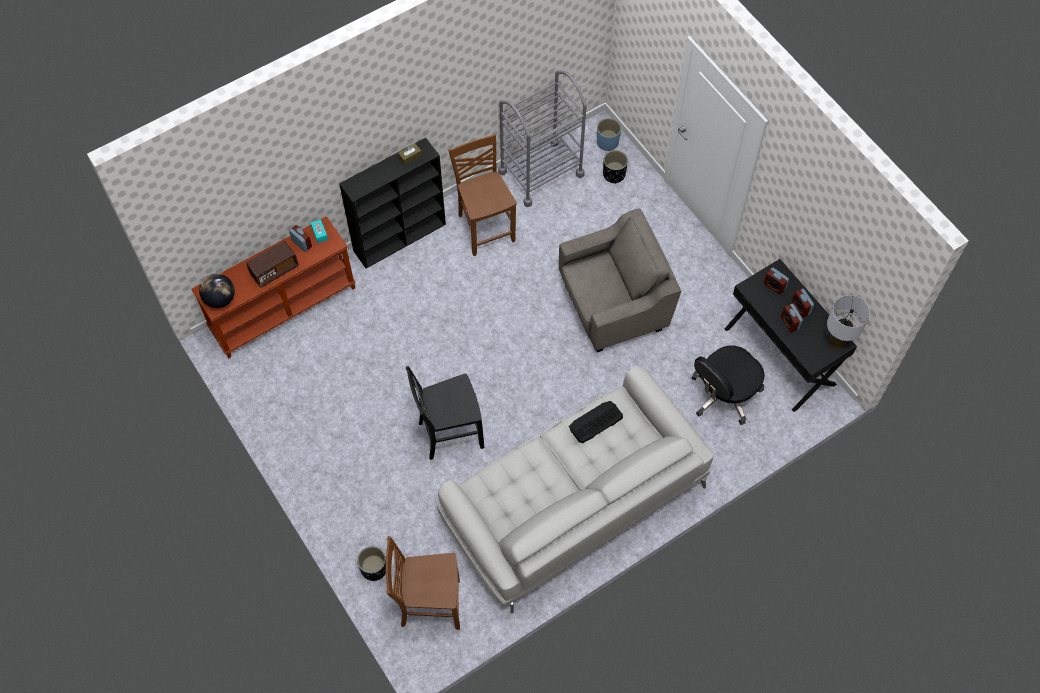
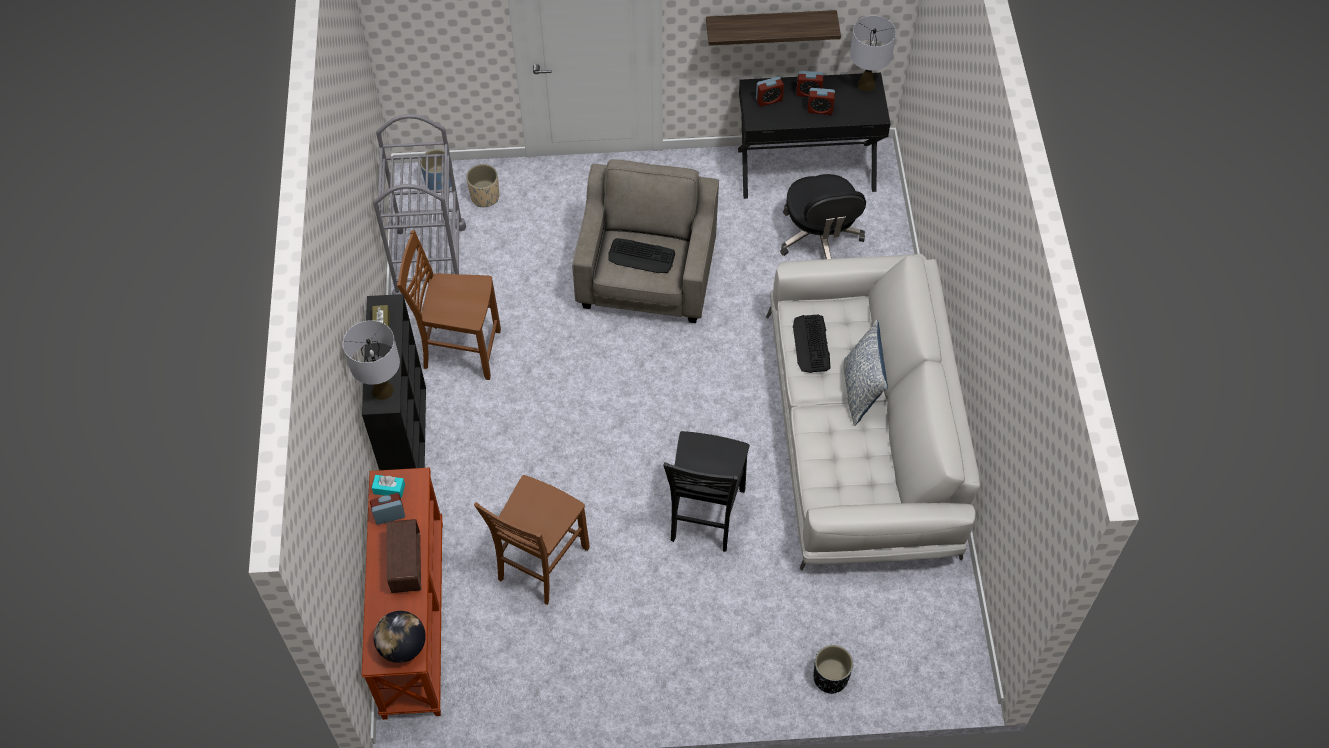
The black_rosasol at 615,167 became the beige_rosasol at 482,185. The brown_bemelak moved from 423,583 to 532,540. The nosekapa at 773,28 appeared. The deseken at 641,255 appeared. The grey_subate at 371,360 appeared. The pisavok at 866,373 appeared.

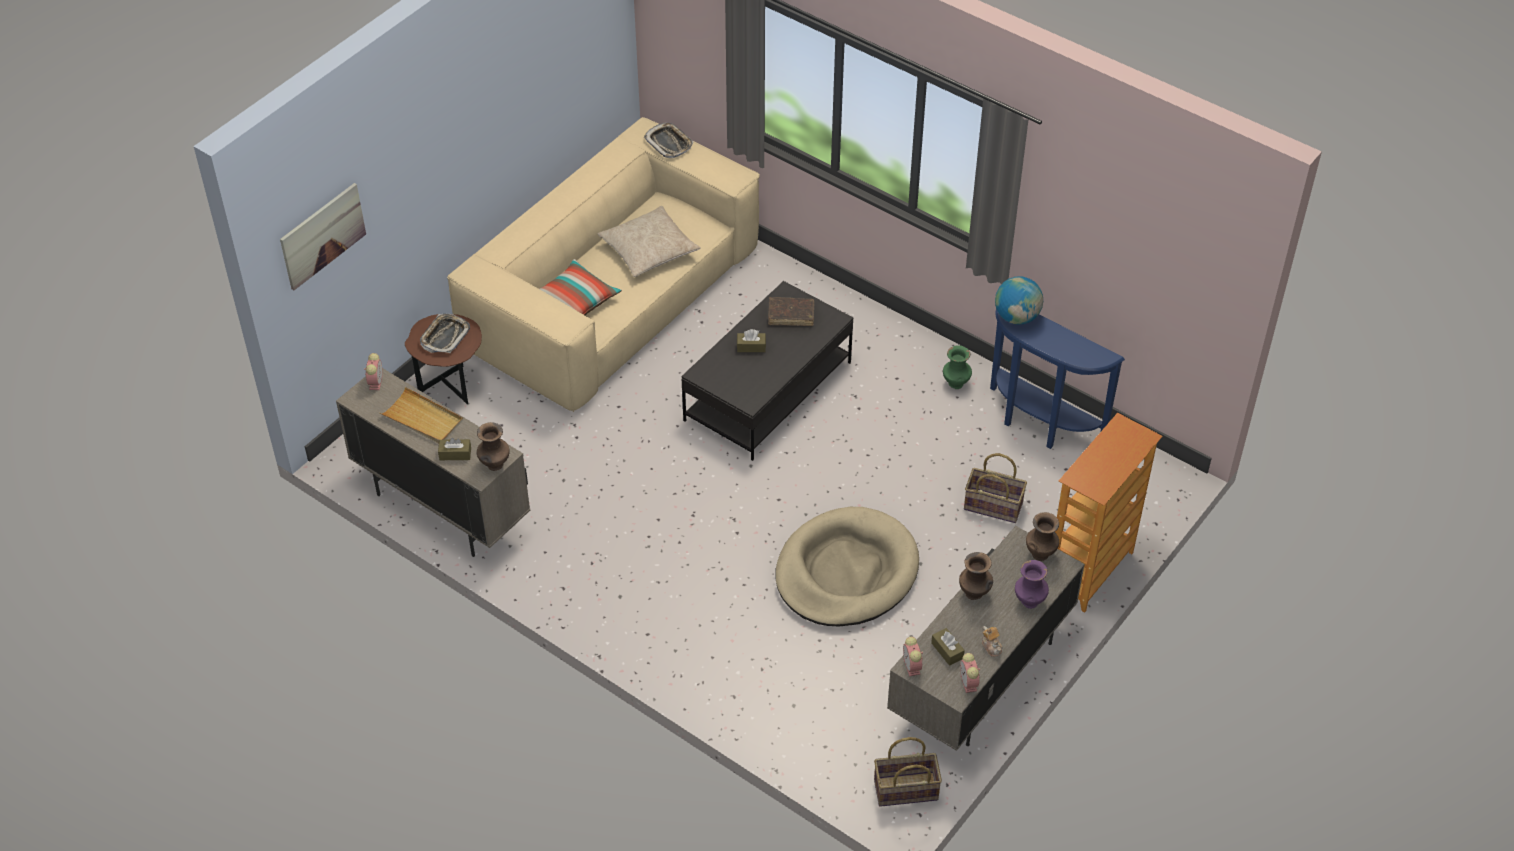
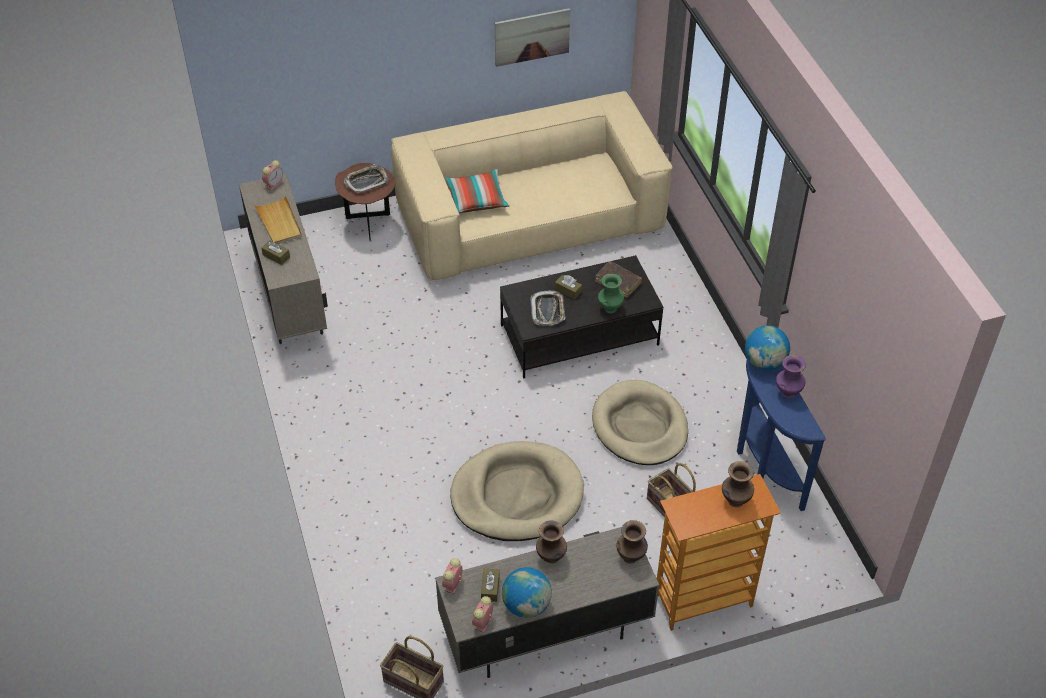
The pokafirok moved from 669,141 to 547,308. The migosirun moved from 323,236 to 532,37. The beige_pisavok at 649,241 disappeared. The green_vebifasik moved from 957,367 to 611,293. The brown_vebifasik moved from 493,446 to 738,484. The purple_vebifasik moved from 1032,584 to 791,376. The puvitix at 992,641 was replaced by the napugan at 527,592. The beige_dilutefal at 640,422 appeared.

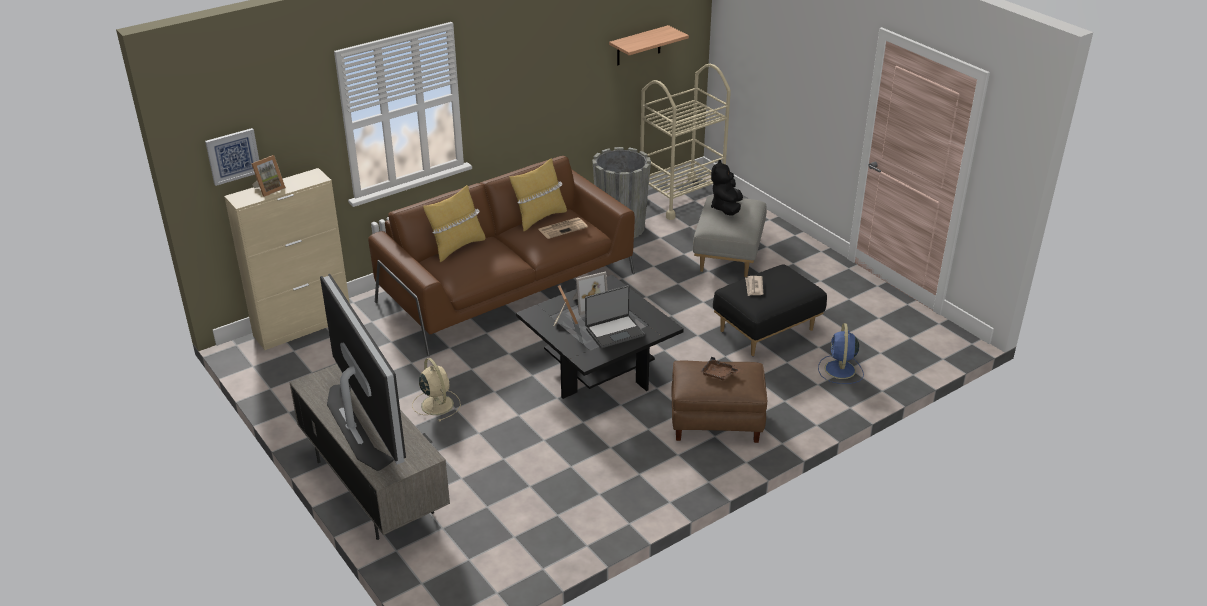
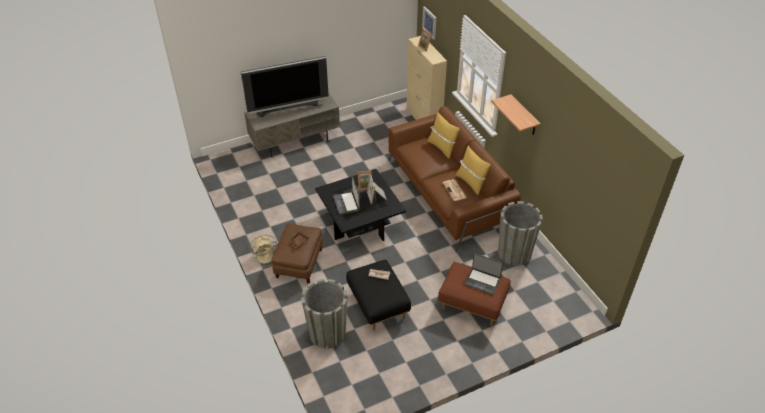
The nosekapa moved from 649,45 to 516,114. The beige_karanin at 685,142 disappeared. The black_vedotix at 727,188 was replaced by the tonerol at 483,274. The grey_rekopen at 730,236 became the brown_rekopen at 474,294. The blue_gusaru at 841,353 was replaced by the grey_rosasol at 324,314. The beige_gusaru moved from 436,390 to 263,250.

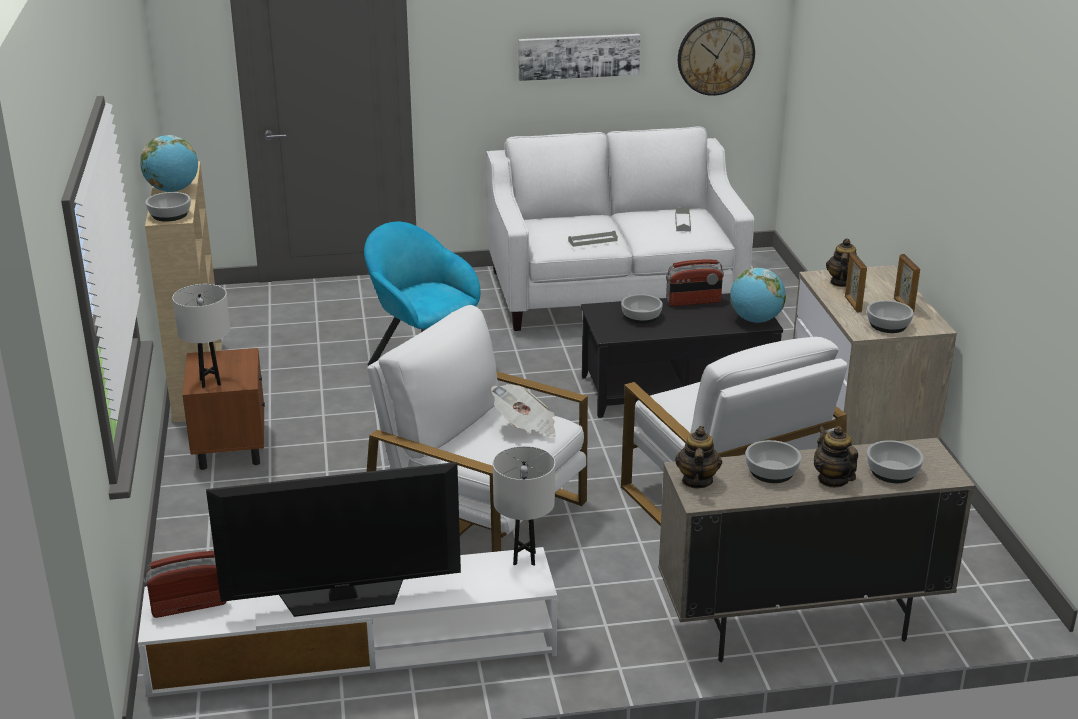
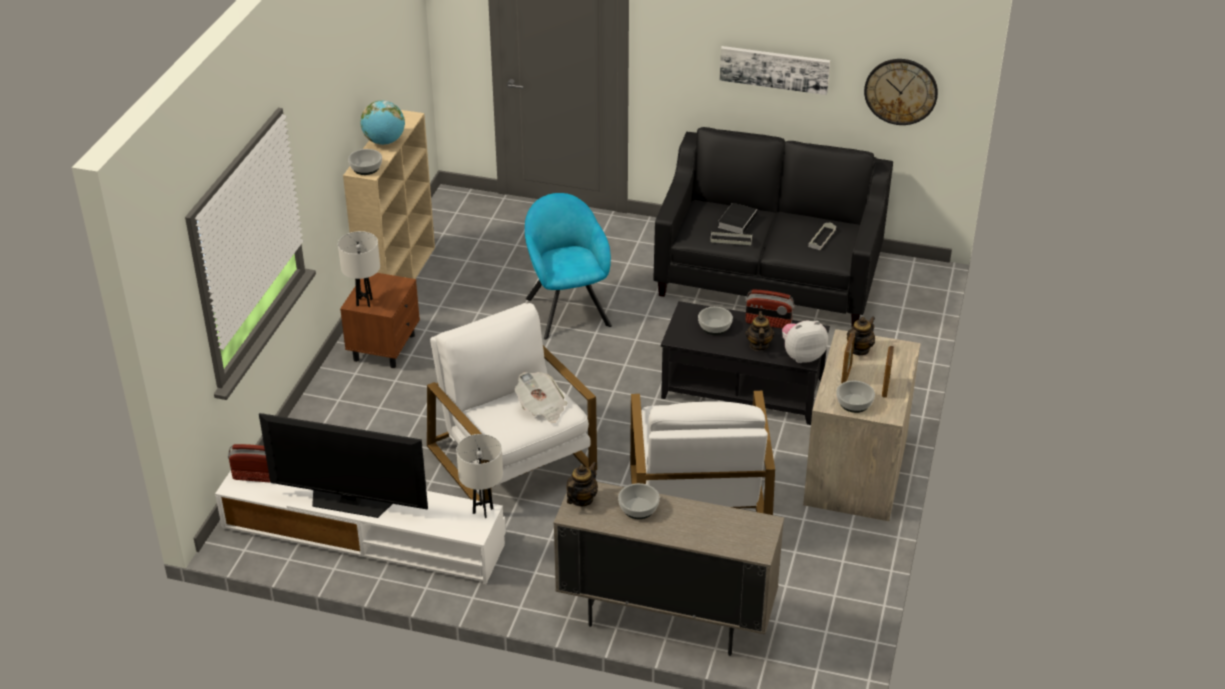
The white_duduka at 620,228 became the black_duduka at 773,227. The napugan at 758,295 was replaced by the vedotix at 805,341. The puvitix moved from 836,457 to 760,331. The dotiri at 895,461 disappeared. The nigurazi at 738,218 appeared.

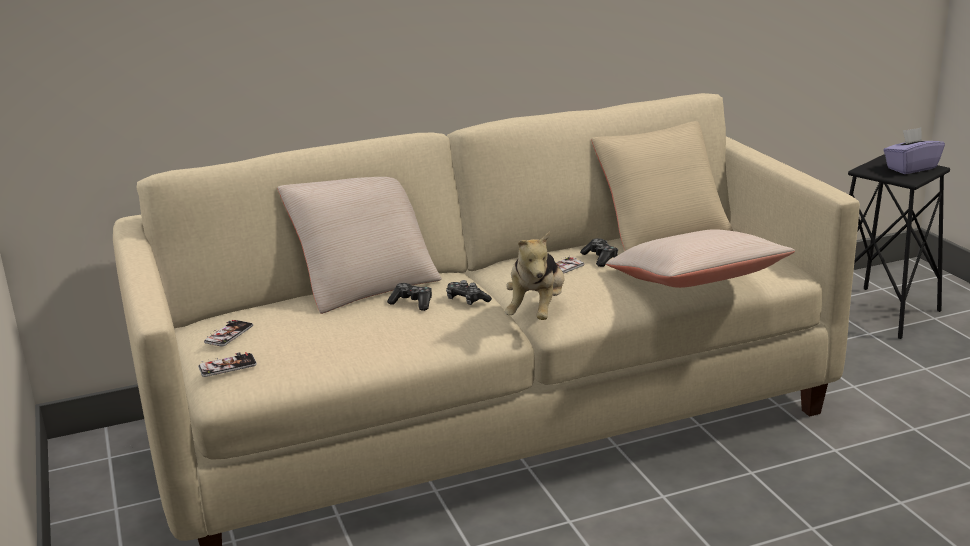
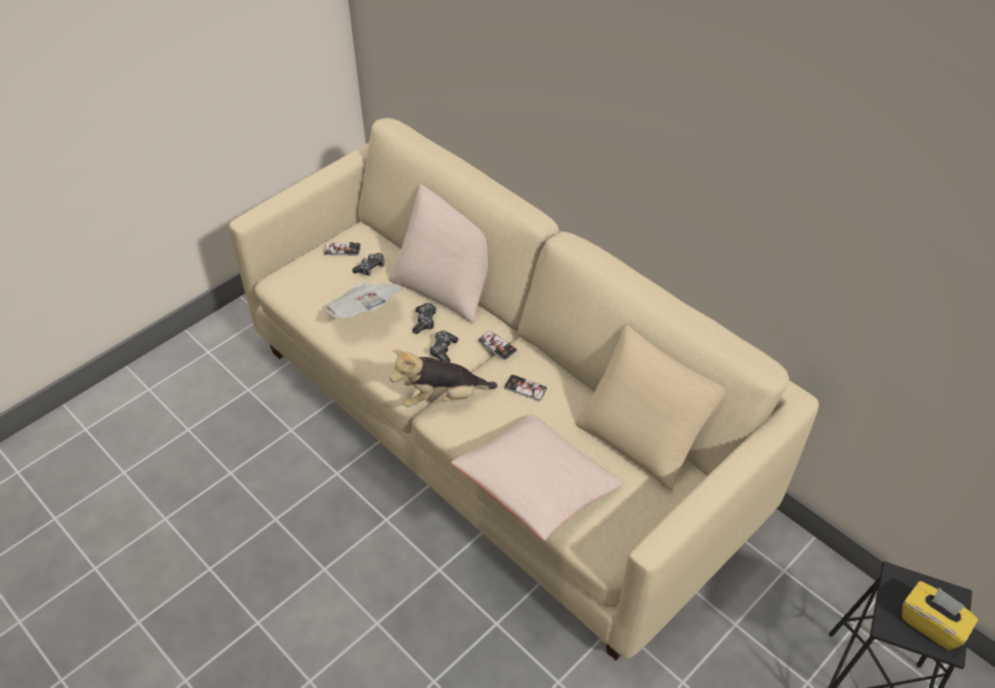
The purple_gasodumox at 914,150 became the yellow_gasodumox at 940,615. The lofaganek moved from 599,252 to 368,264. The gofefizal moved from 227,364 to 497,345. The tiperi at 363,300 appeared.

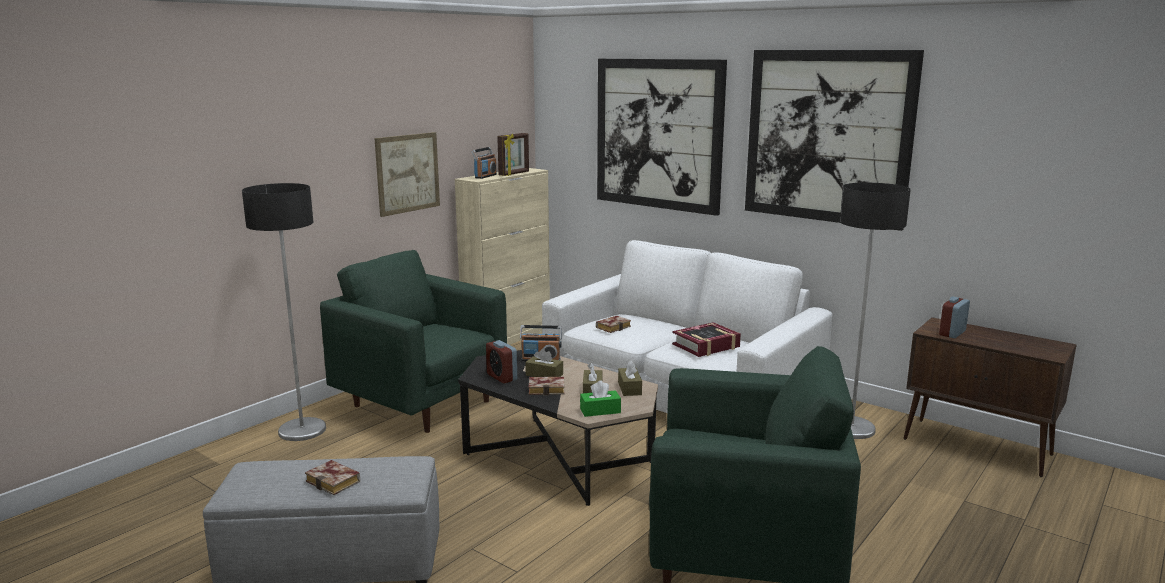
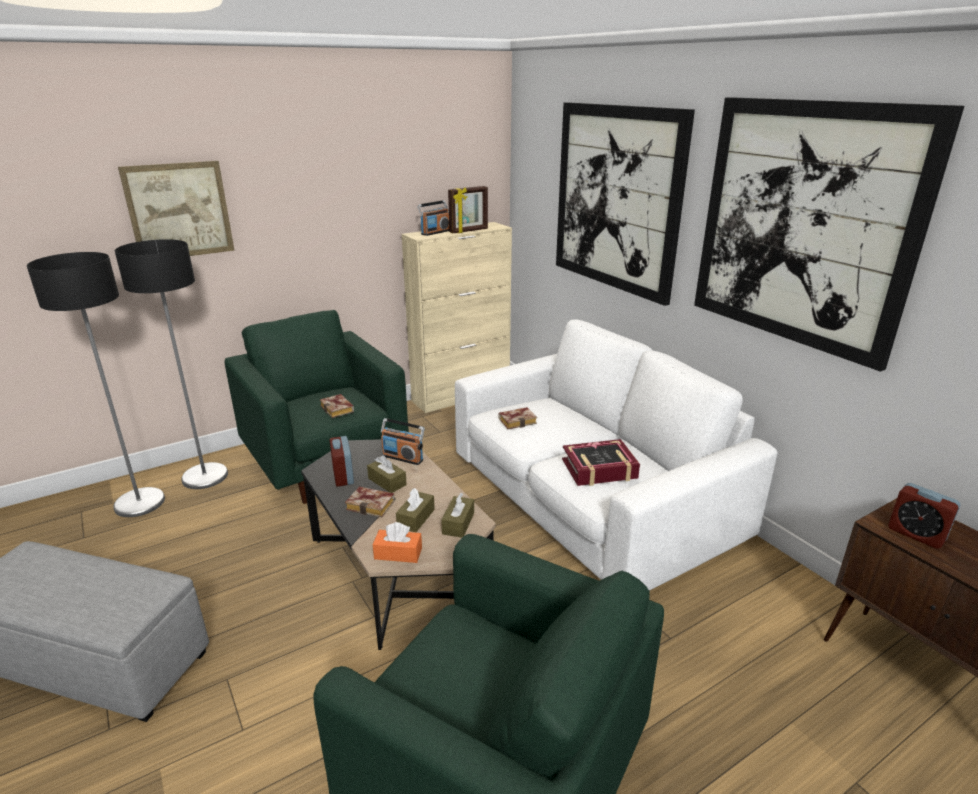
The migosirun moved from 407,174 to 176,208. The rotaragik moved from 875,310 to 96,384. The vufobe at 954,317 turned 105 degrees counterclockwise. The green_gasodumox at 600,399 became the orange_gasodumox at 397,542. The nigurazi moved from 332,477 to 337,406.

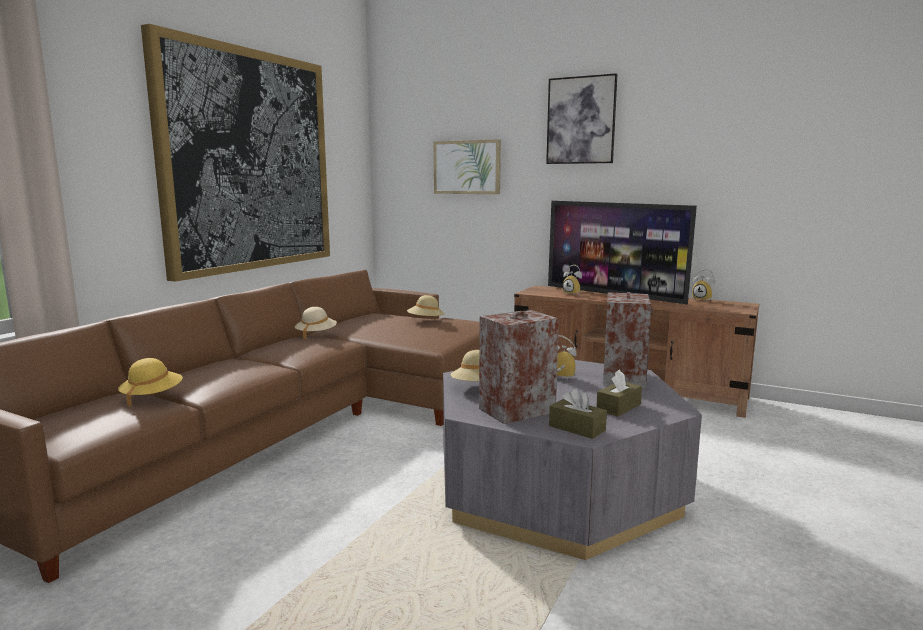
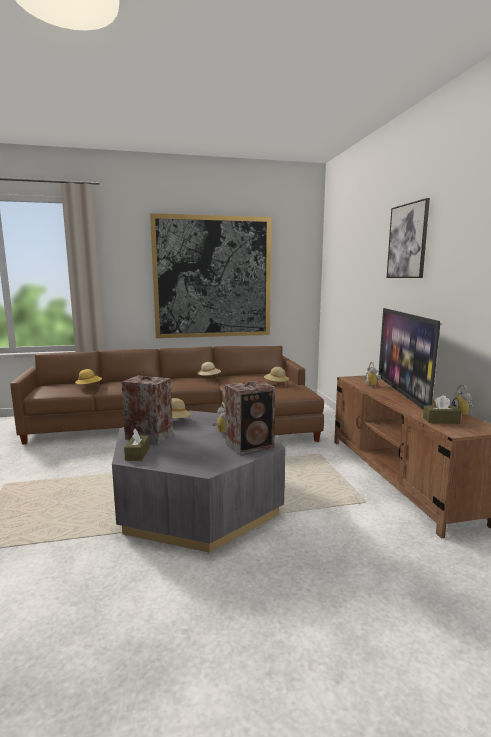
The migosirun at 467,166 disappeared. The brown_gasodumox moved from 619,393 to 442,409.

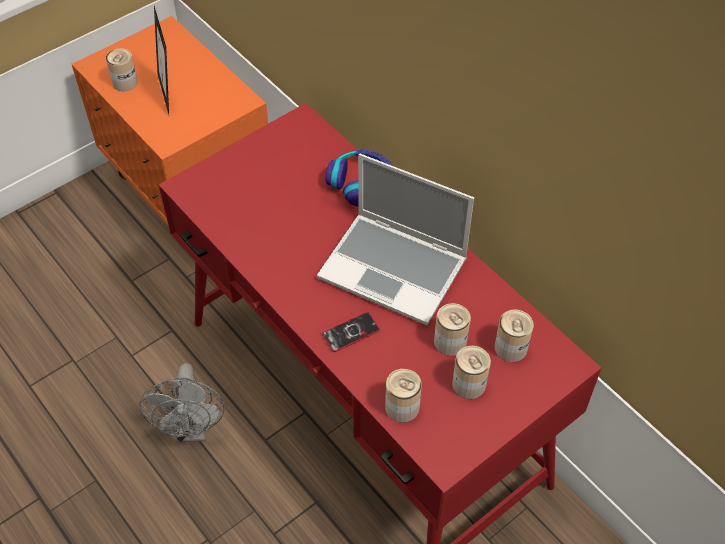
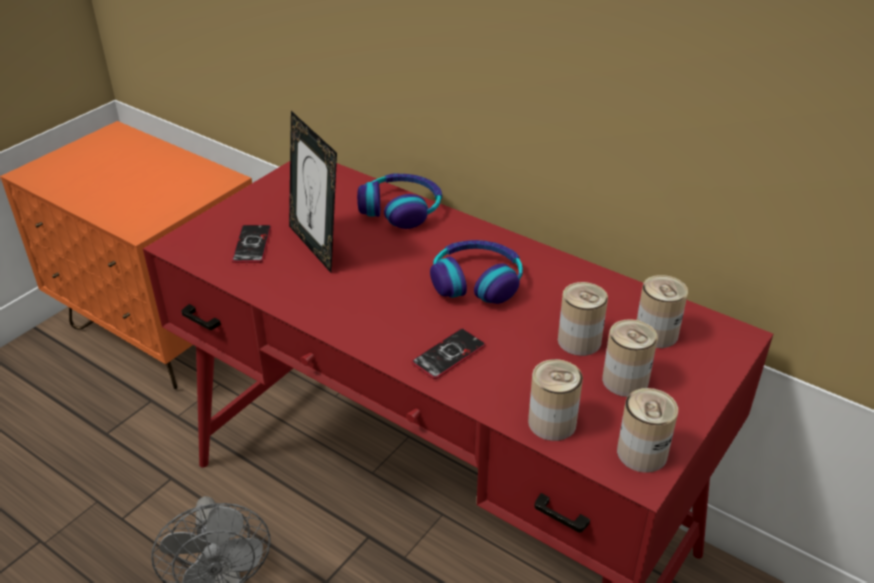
The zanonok moved from 161,60 to 313,192. The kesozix moved from 122,69 to 647,430. The tonerol at 395,239 was replaced by the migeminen at 476,272. The gofefizal at 251,244 appeared.

